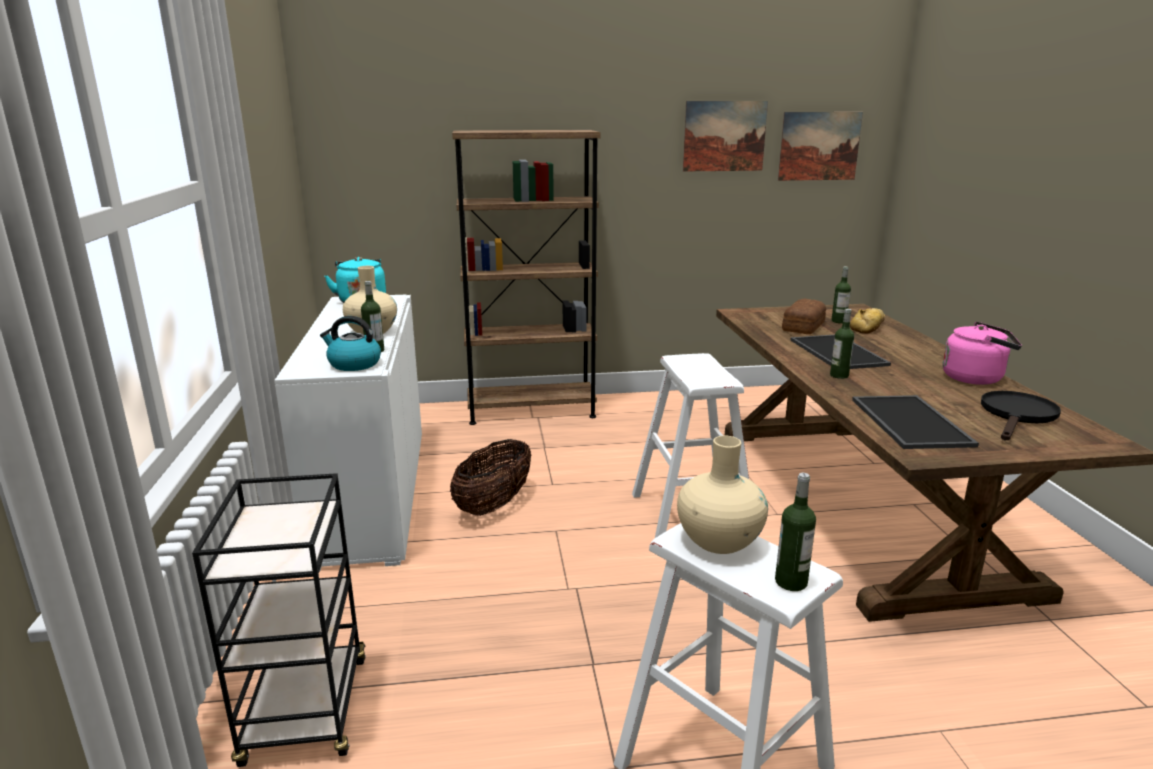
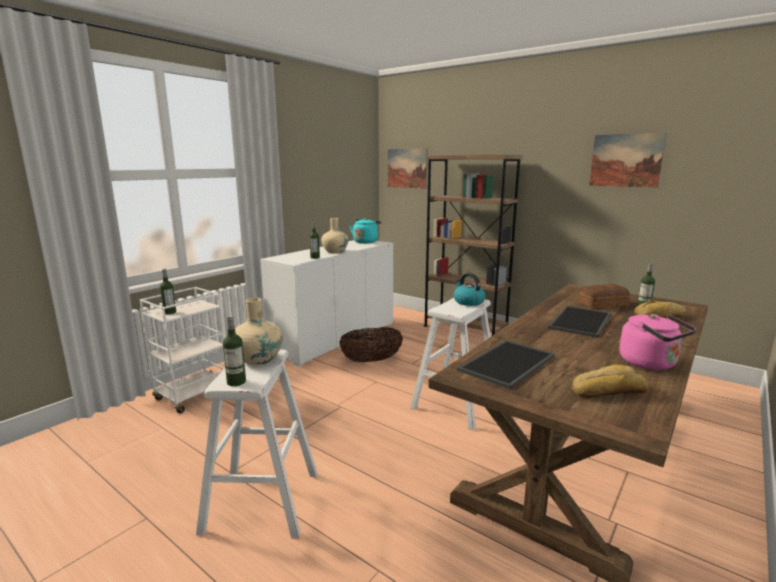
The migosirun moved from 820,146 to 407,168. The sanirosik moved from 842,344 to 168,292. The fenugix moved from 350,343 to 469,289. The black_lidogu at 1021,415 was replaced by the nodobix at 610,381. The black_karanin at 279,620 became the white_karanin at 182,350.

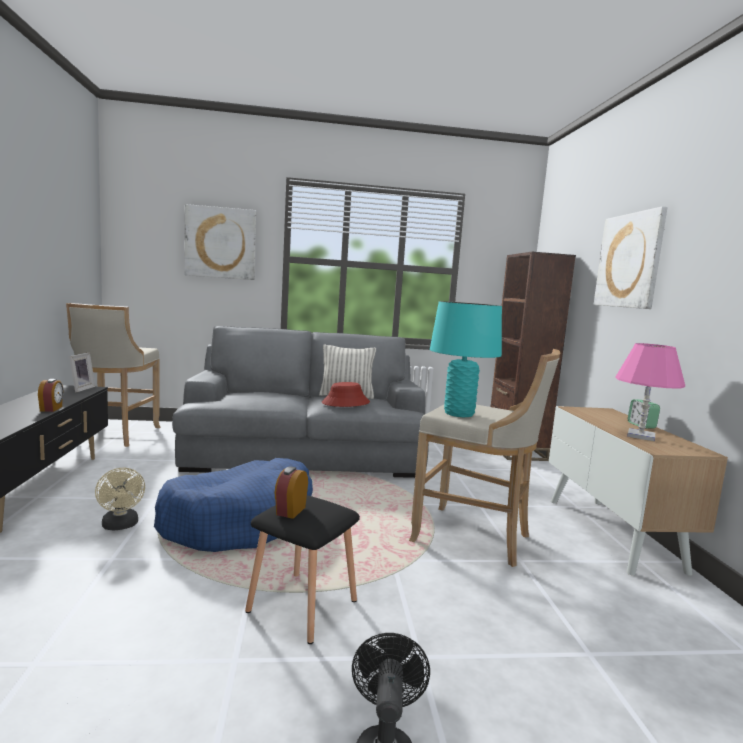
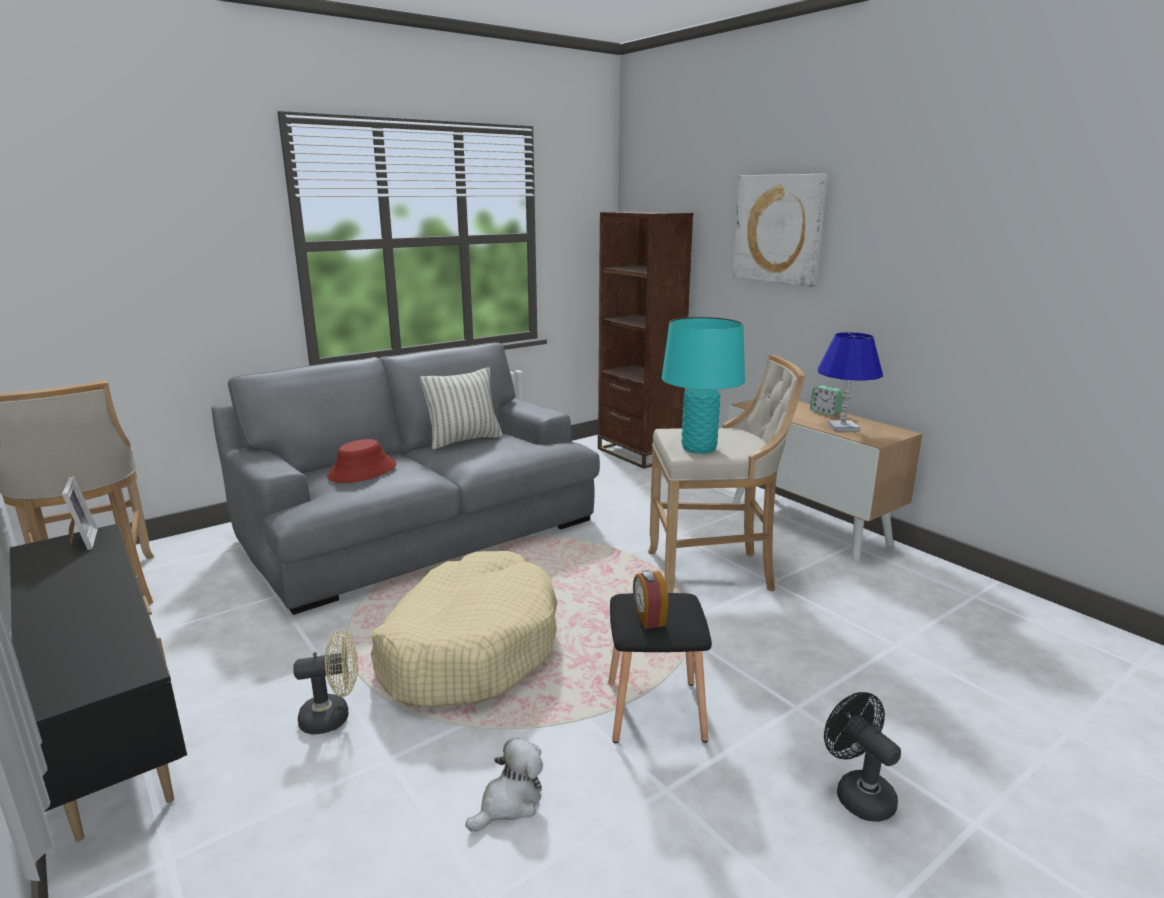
The migosirun at 220,242 disappeared. The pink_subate at 650,392 became the blue_subate at 850,381. The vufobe at 50,395 disappeared. The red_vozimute moved from 346,394 to 361,461. The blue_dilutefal at 233,505 became the beige_dilutefal at 464,629. The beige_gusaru at 120,499 turned 45 degrees counterclockwise. The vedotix at 504,784 appeared.

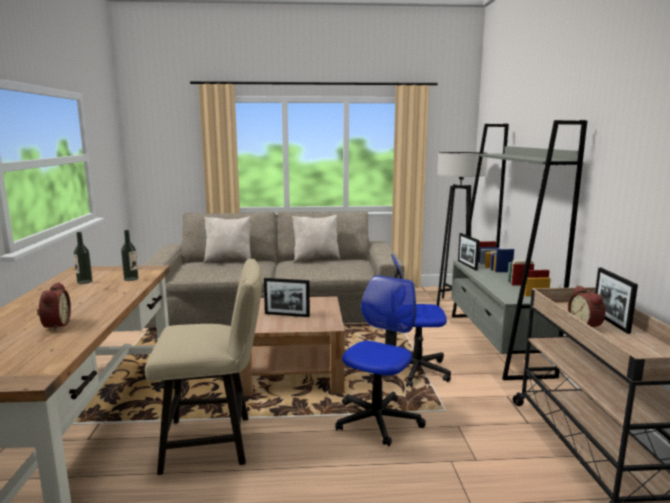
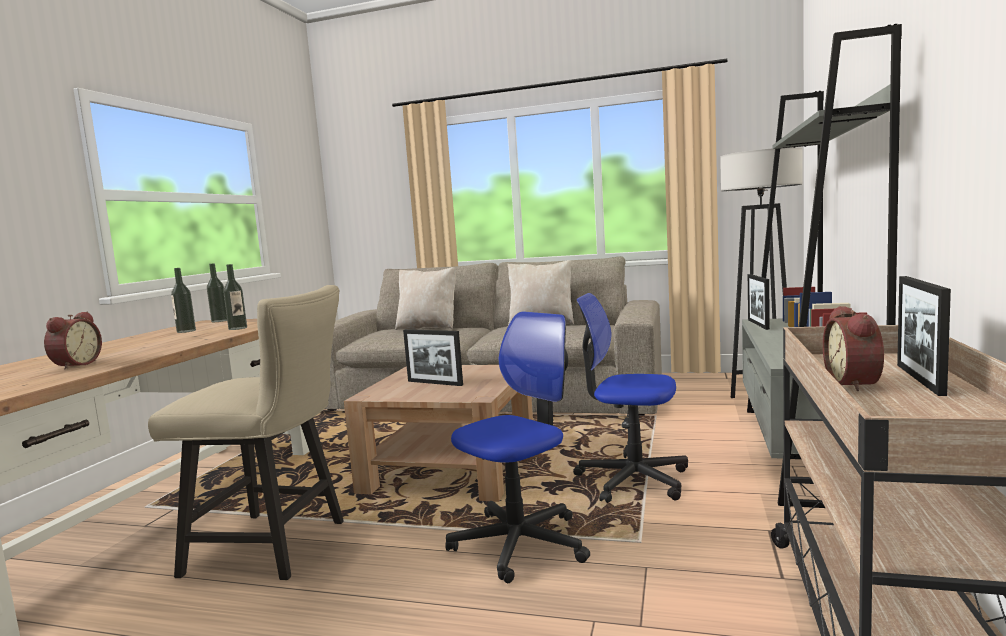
The sanirosik at 217,292 appeared.

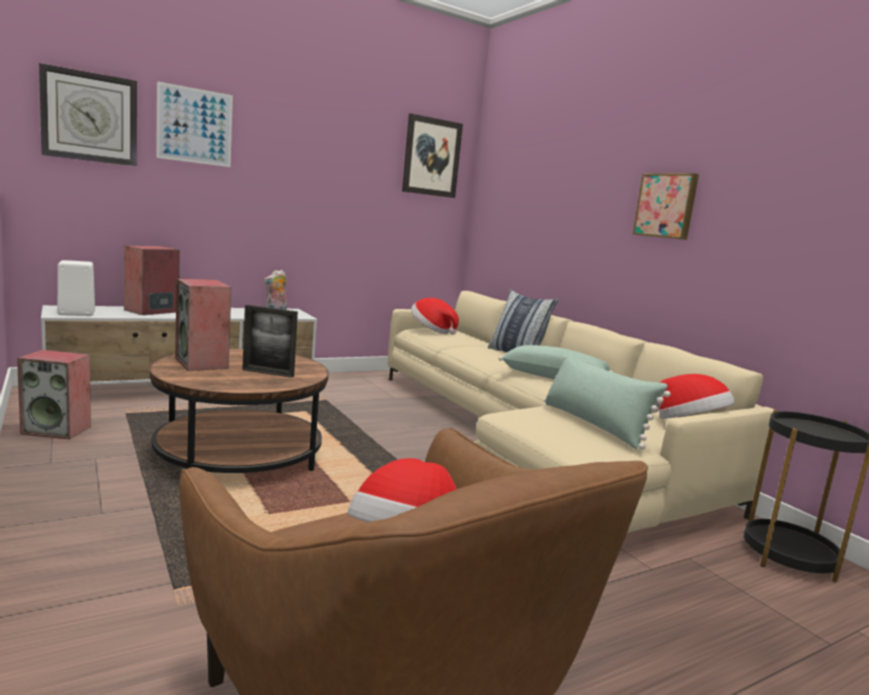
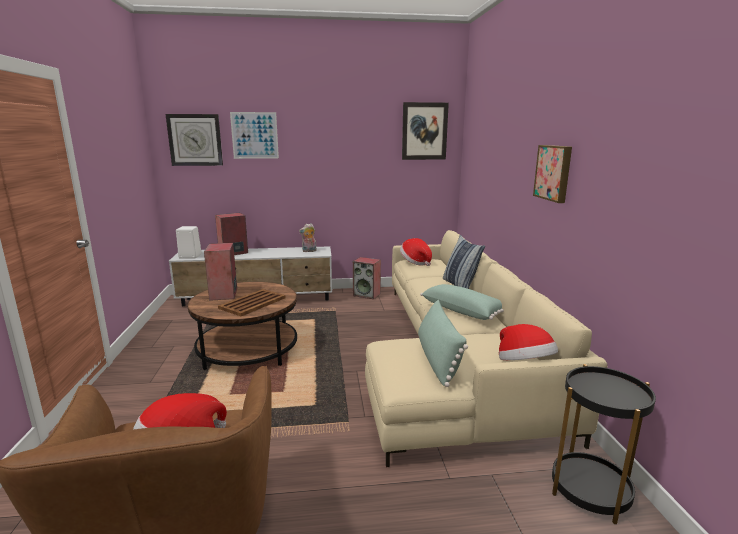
The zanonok at 270,341 was replaced by the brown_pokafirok at 252,302. The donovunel moved from 54,394 to 367,278.

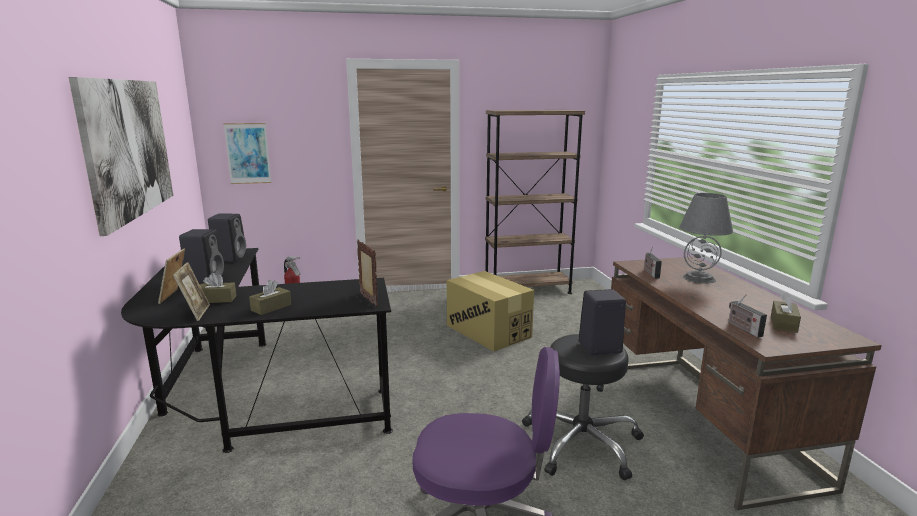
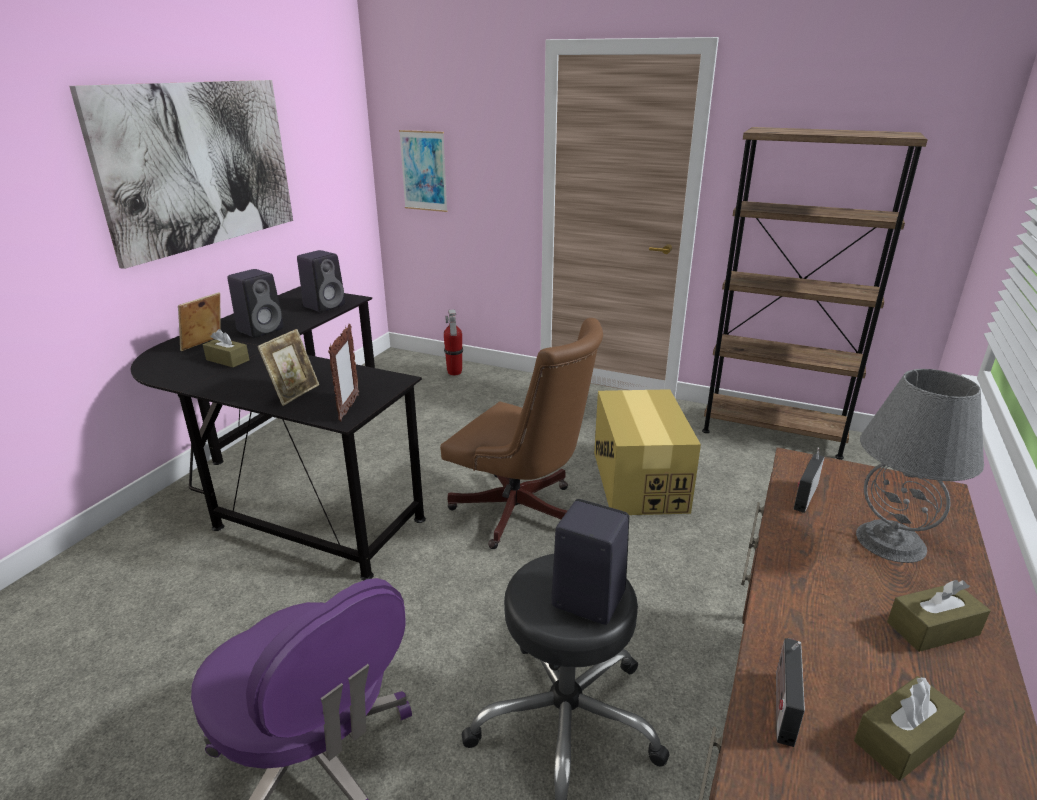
The zanonok moved from 191,291 to 288,367. The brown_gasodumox moved from 270,297 to 939,616. The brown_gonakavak at 521,433 appeared.

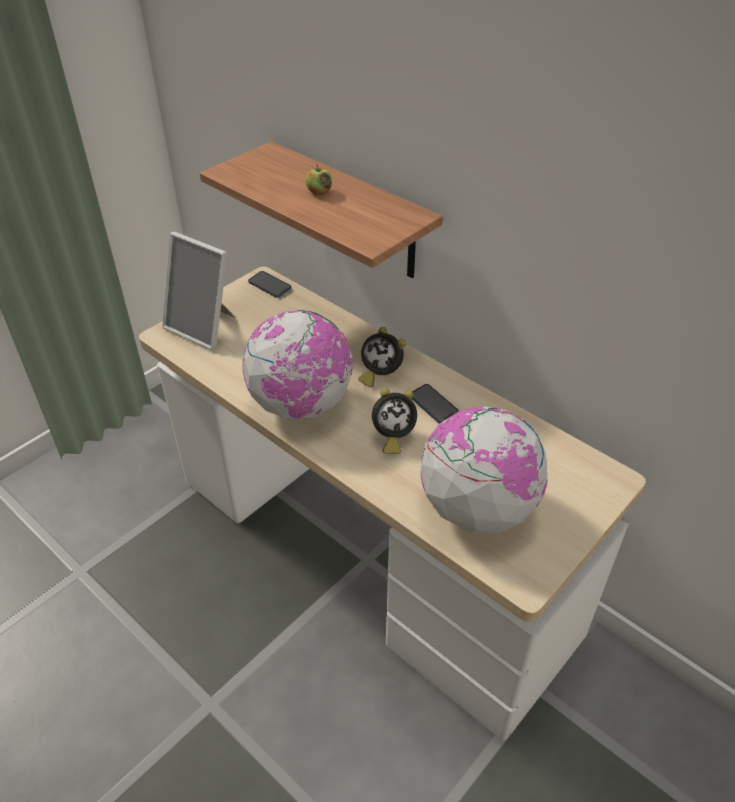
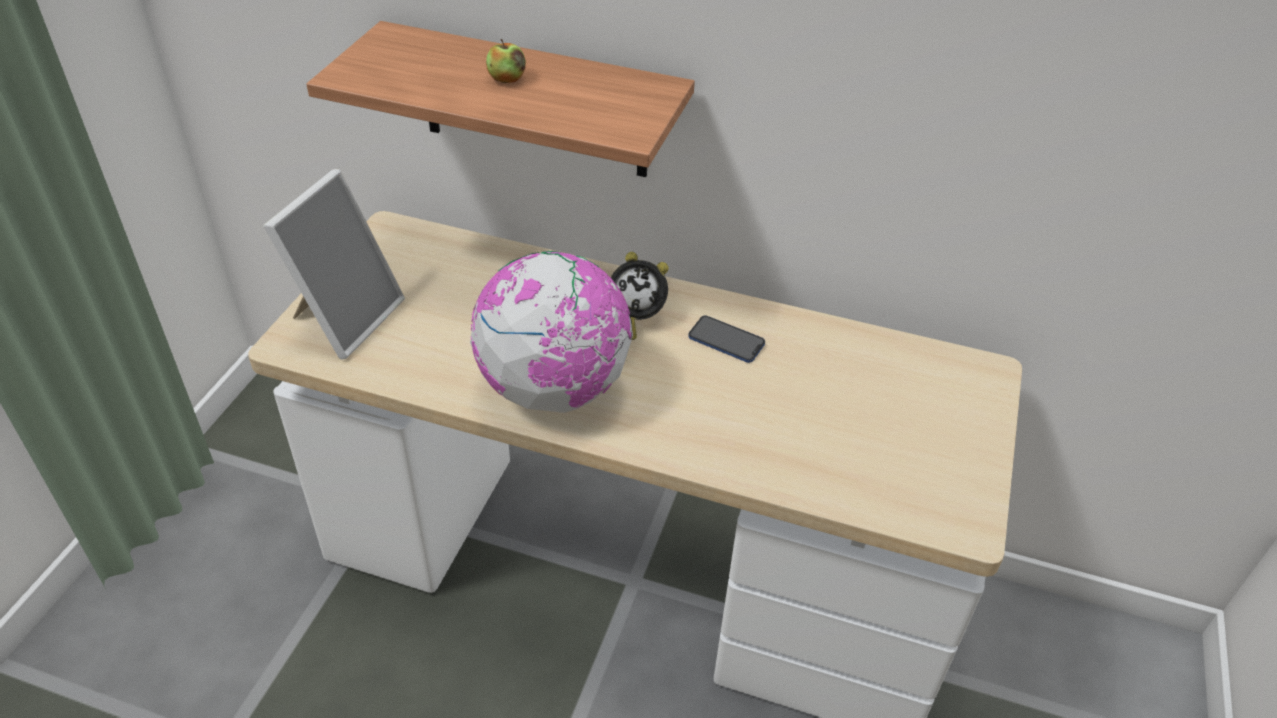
The zanonok at 198,291 turned 75 degrees counterclockwise. The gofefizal at 269,284 disappeared. The vufobe at 394,421 disappeared. The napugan at 484,470 disappeared.

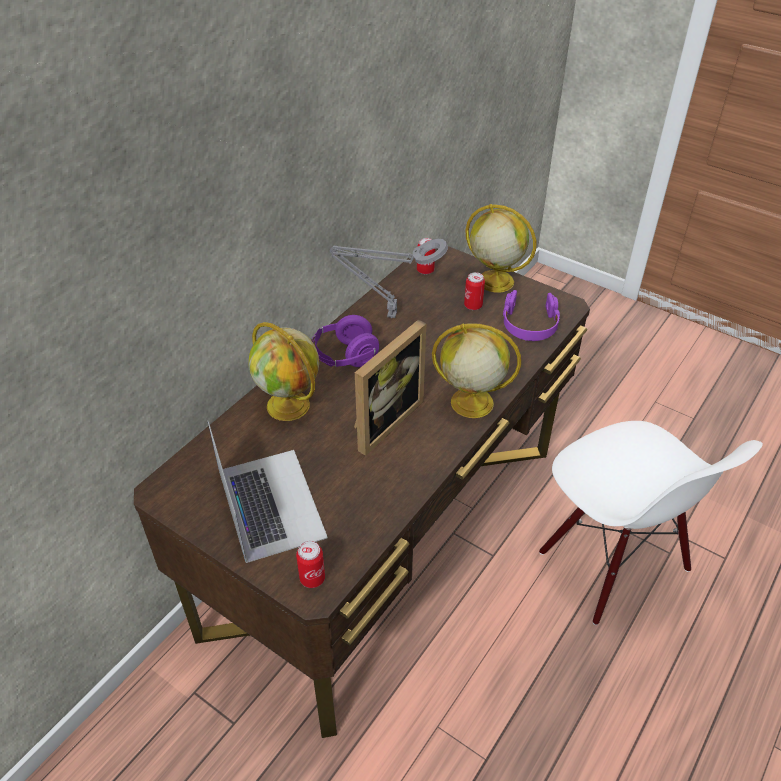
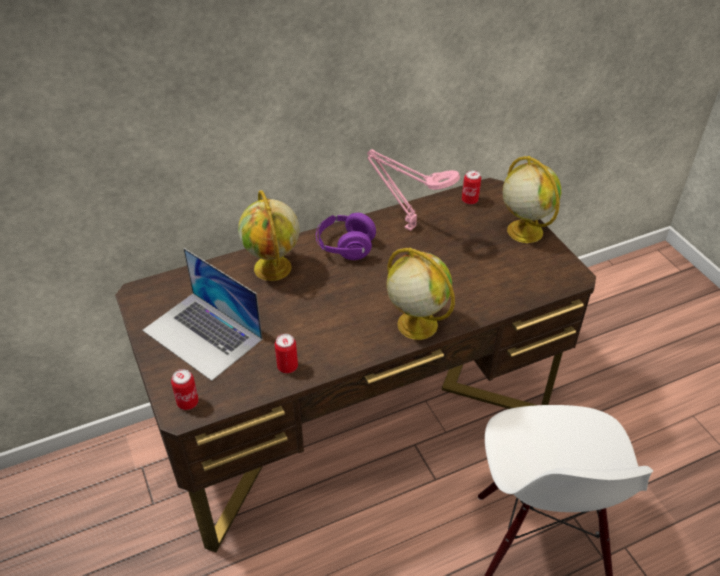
The grey_subate at 389,278 became the pink_subate at 413,190. The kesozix moved from 474,291 to 286,353. The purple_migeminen at 531,315 disappeared. The zanonok at 390,388 disappeared. The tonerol at 268,492 turned 120 degrees clockwise.

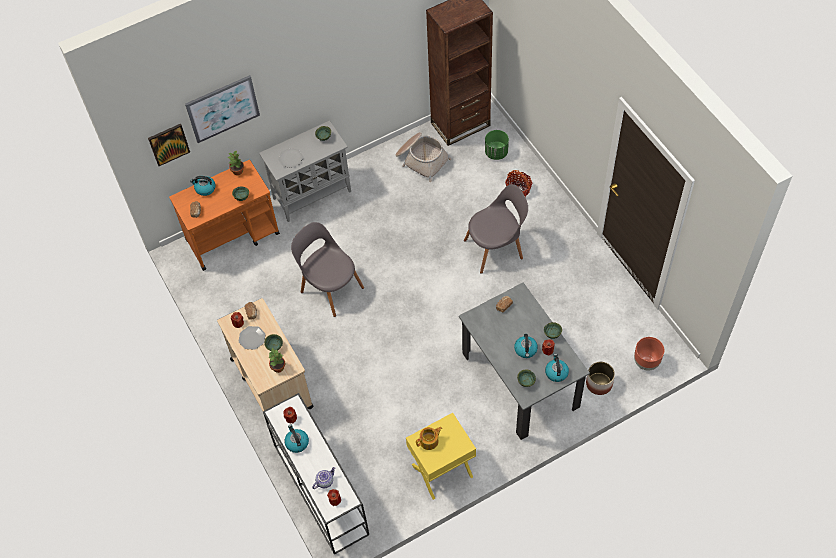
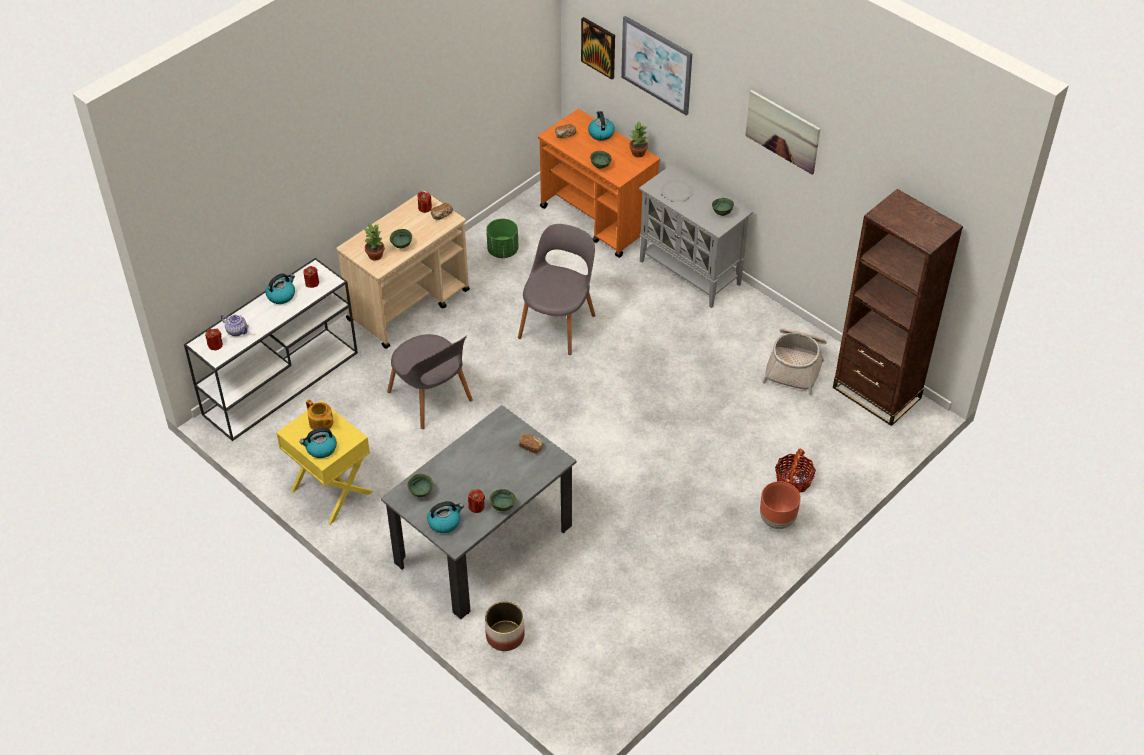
The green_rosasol moved from 497,145 to 502,238. The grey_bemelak moved from 496,229 to 430,381. The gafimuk at 252,338 disappeared. The fenugix moved from 526,346 to 318,443. The brown_rosasol moved from 649,354 to 780,505. The migosirun at 782,132 appeared.

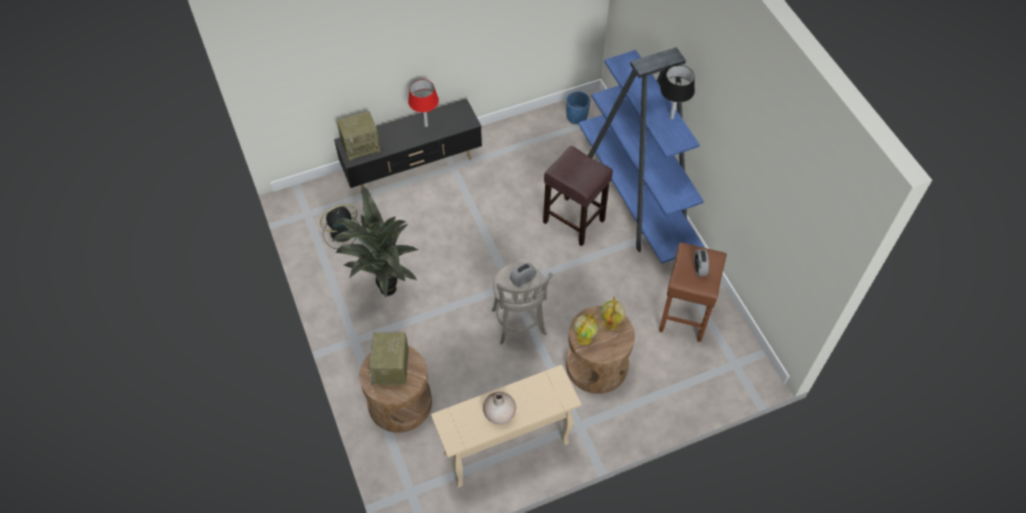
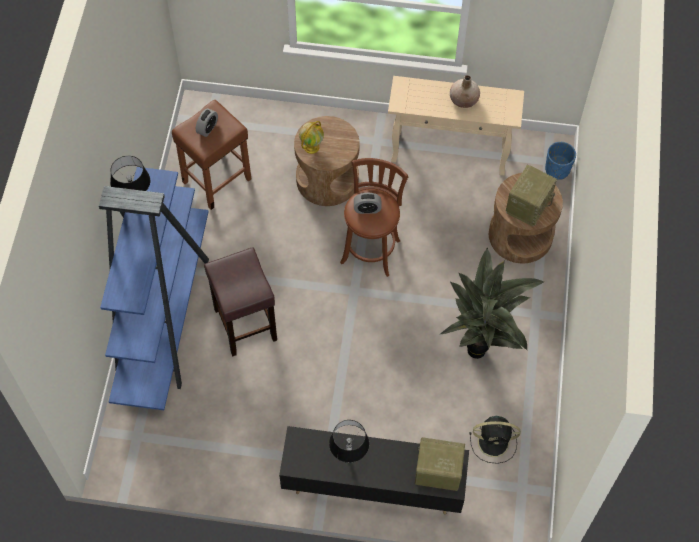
The red_subate at 423,103 became the black_subate at 349,441. The blue_rosasol moved from 578,107 to 560,161. The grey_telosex at 522,303 became the brown_telosex at 374,217. The napugan at 585,329 disappeared.

